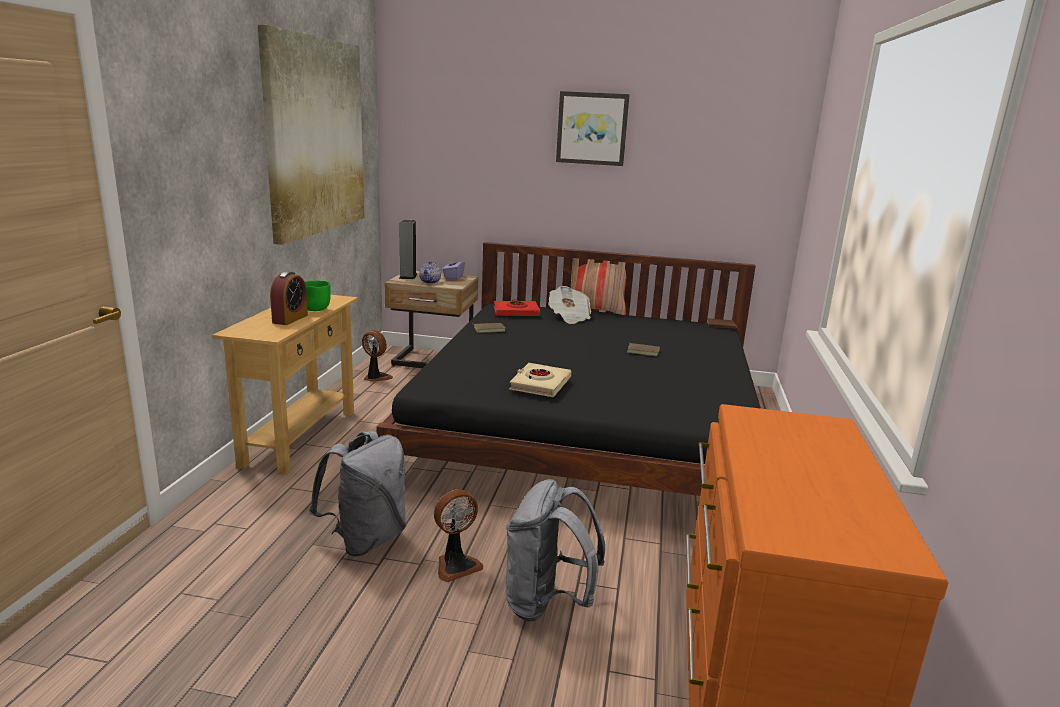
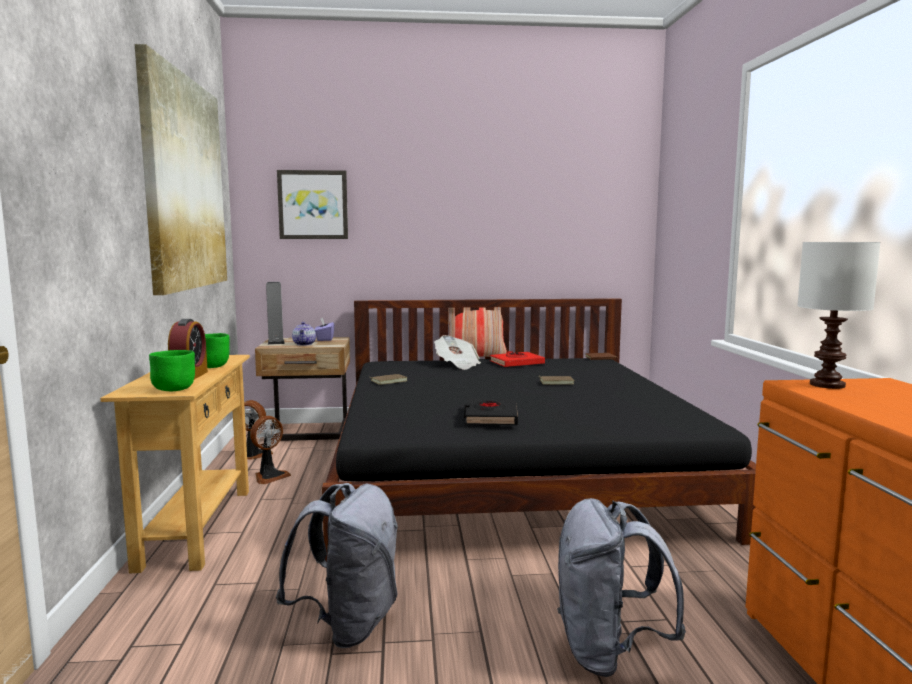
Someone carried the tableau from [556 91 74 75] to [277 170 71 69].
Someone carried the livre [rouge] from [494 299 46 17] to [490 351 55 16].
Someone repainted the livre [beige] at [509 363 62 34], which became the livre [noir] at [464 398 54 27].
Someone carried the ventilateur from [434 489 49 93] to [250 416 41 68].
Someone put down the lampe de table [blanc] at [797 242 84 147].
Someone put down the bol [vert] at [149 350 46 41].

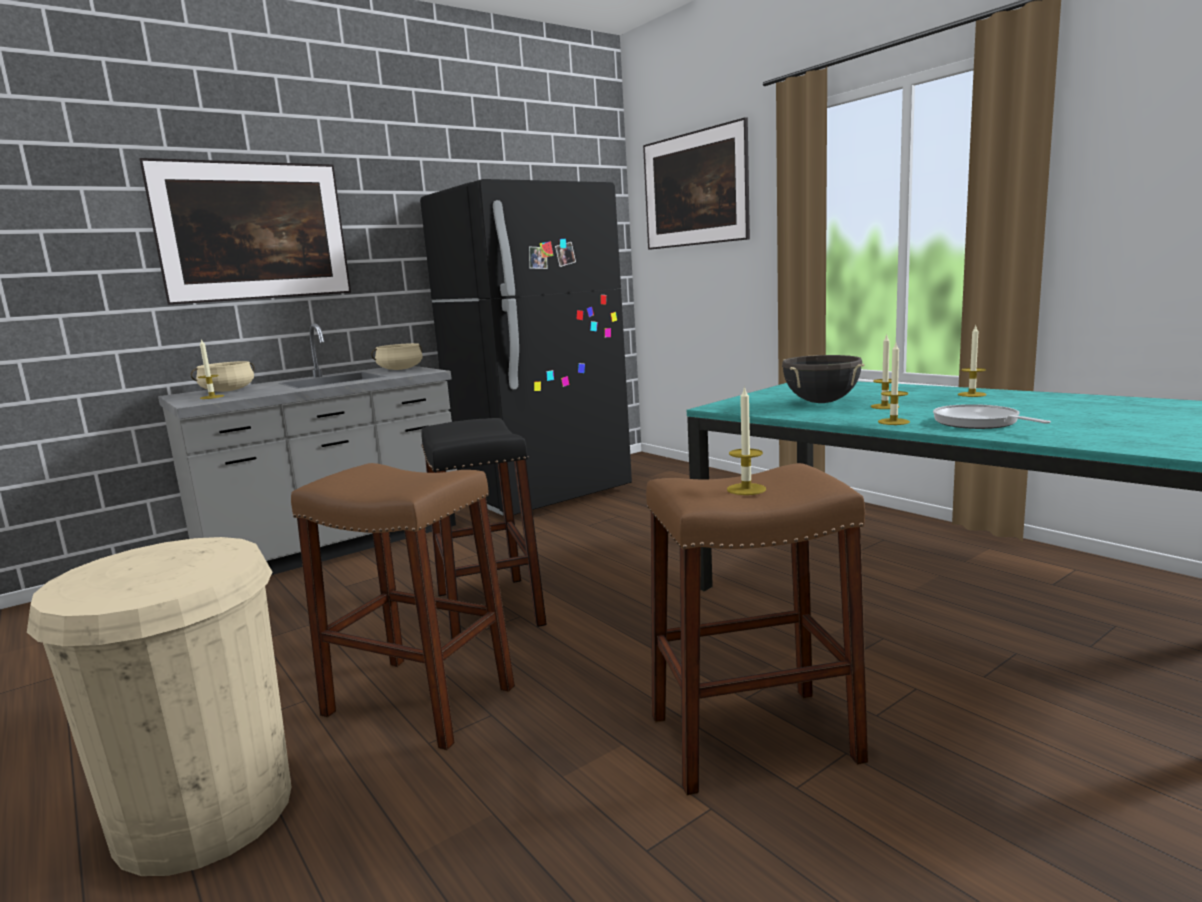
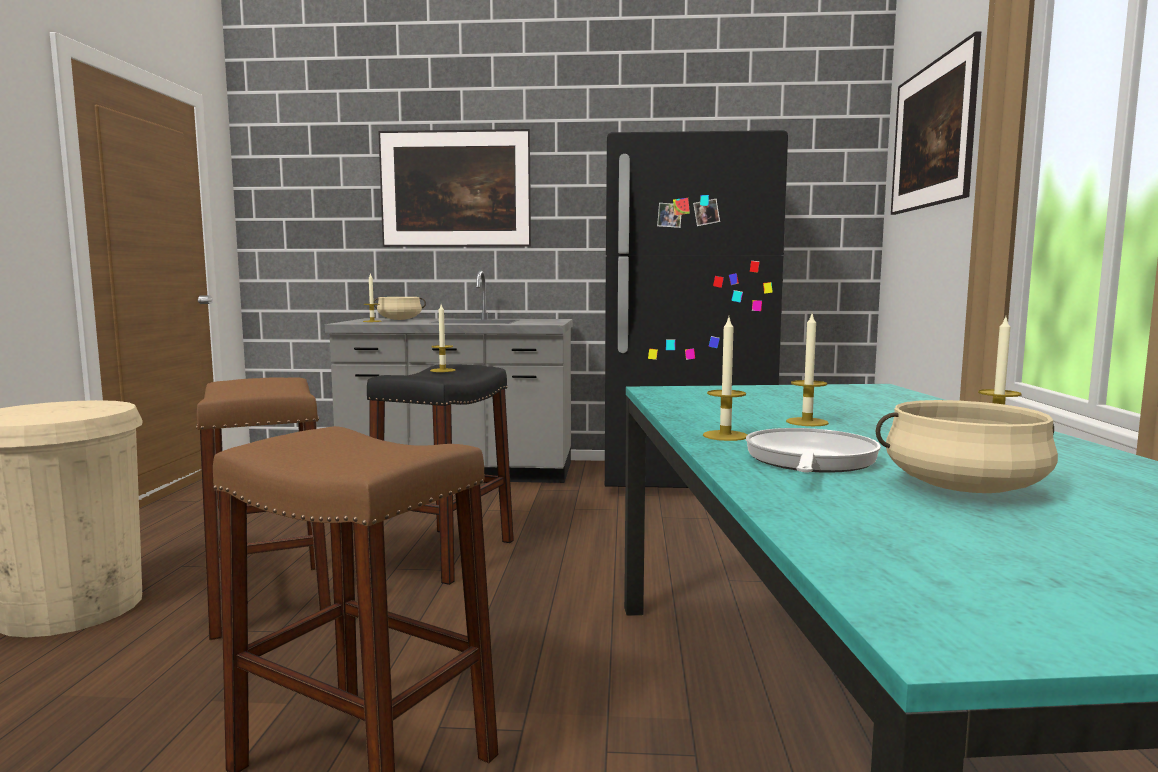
Someone carried the marmite [beige] from [371 343 52 27] to [876 400 182 93].
Someone took away the marmite [noir] at [782 355 82 48].
Someone carried the bougie from [727 386 39 109] to [430 304 25 68].

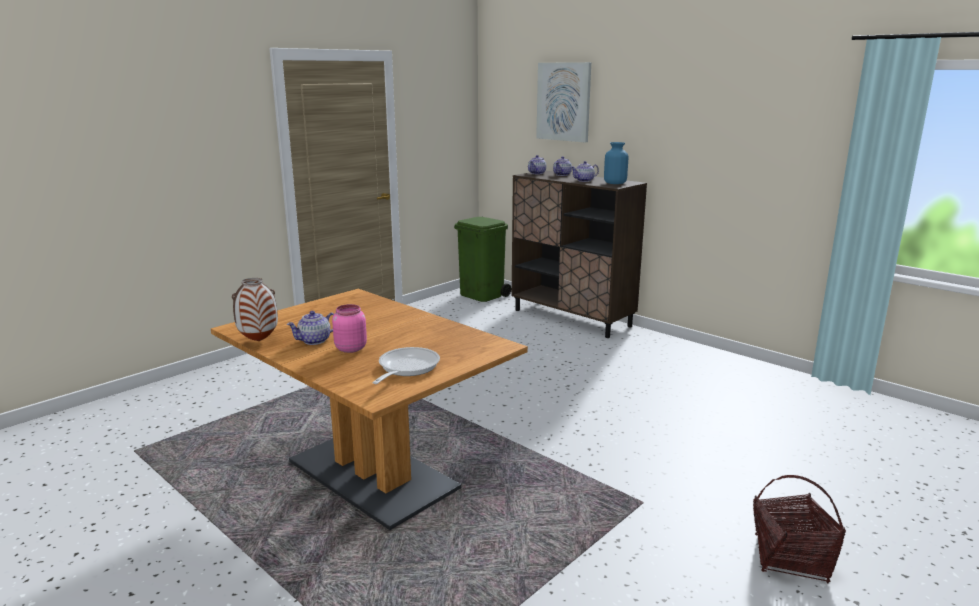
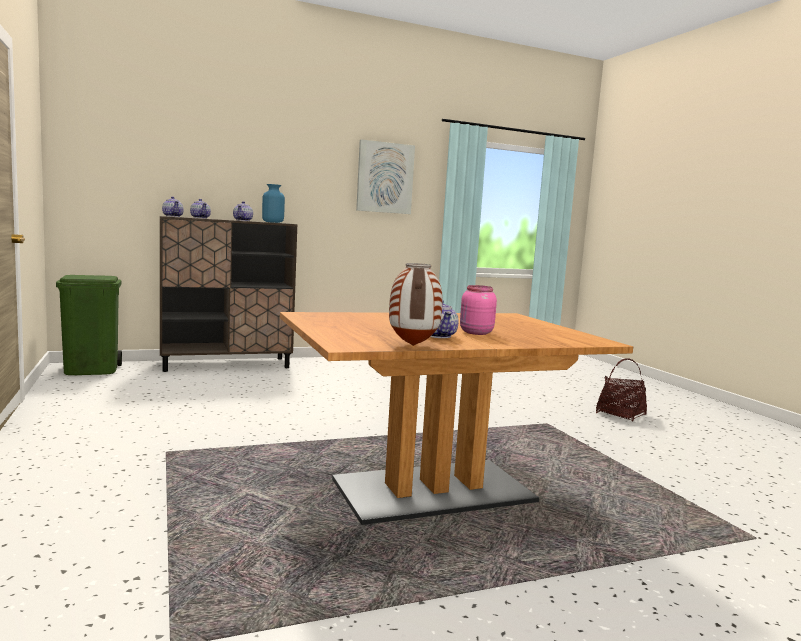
Someone carried the tableau from [536 62 55 80] to [356 139 59 75].
Someone took away the poêle at [372 347 68 37].

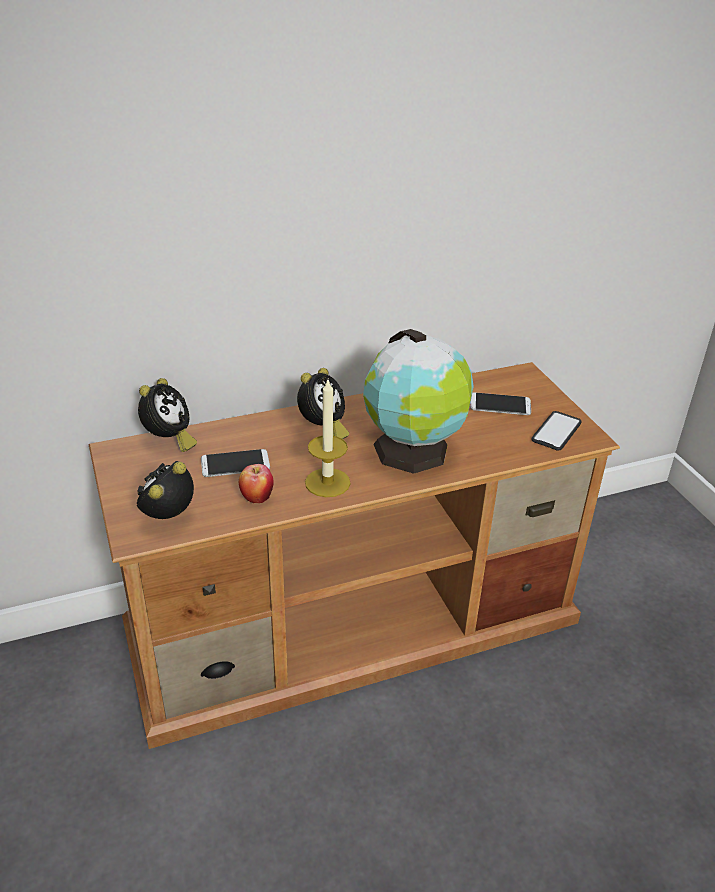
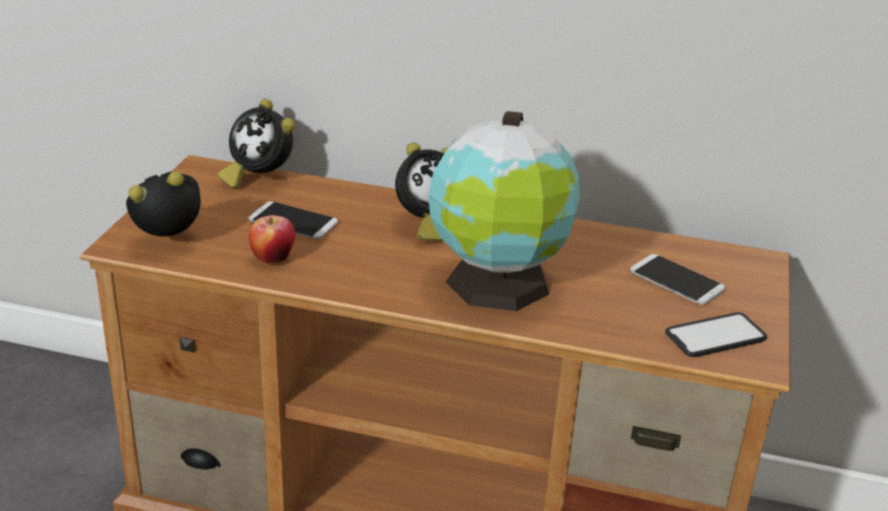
Someone rotated the réveil at [138 378 59 74] by 75 degrees clockwise.
Someone took away the bougie at [305 380 46 117].

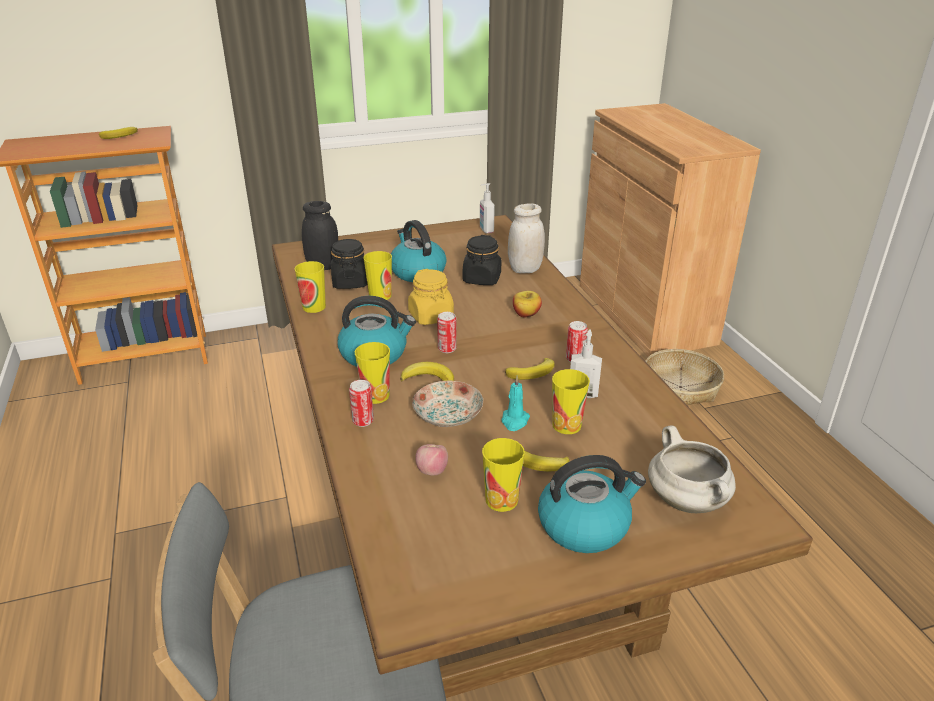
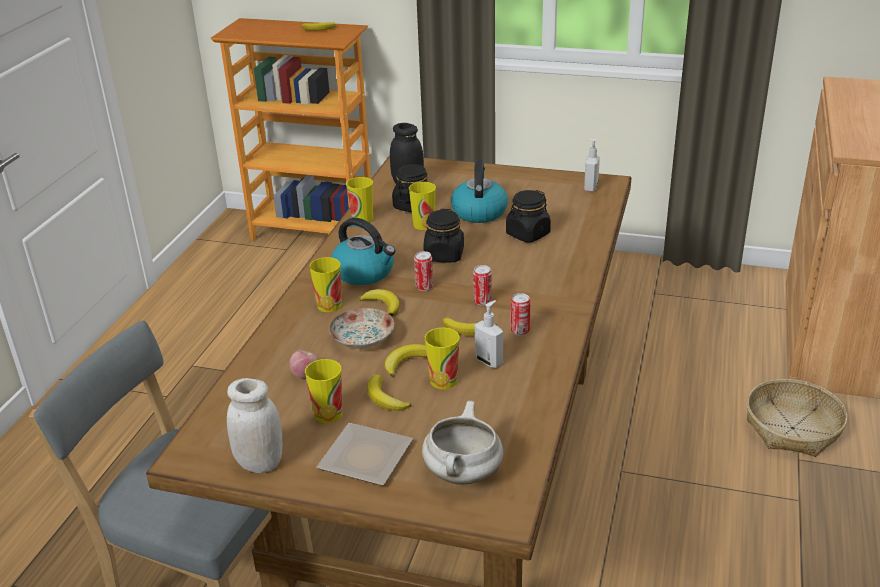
Someone carried the bocal [blanc] from [508 203 37 70] to [227 378 56 95].
Someone repainted the bocal [jaune] at [408 269 46 56], which became the bocal [noir] at [424 209 40 53].
Someone took away the pomme at [513 291 29 26].
Someone swapped the bougie [turquoise] at [502 376 28 55] for the banane at [385 344 42 33].
Someone carried the boîte métallique from [349 380 25 47] to [473 265 19 41].
Someone swapped the bouilloire at [538 455 108 98] for the assiette at [316 423 97 63].

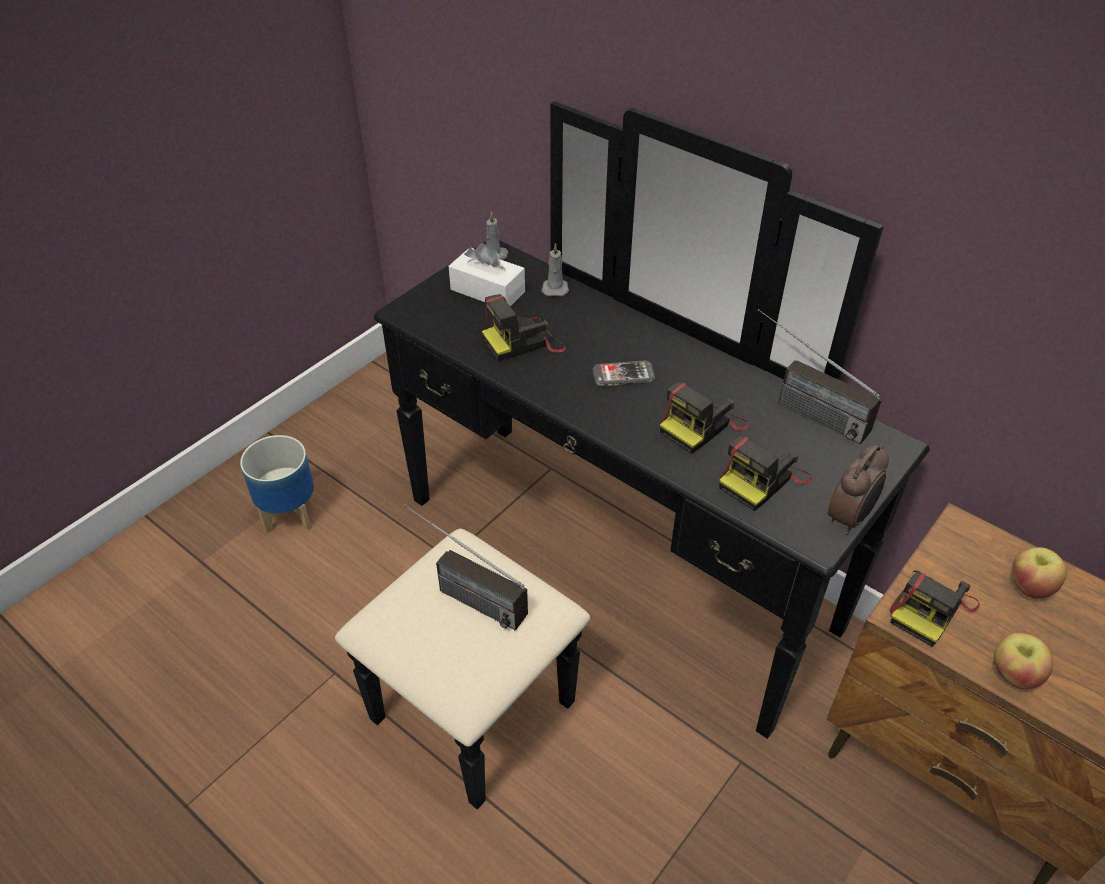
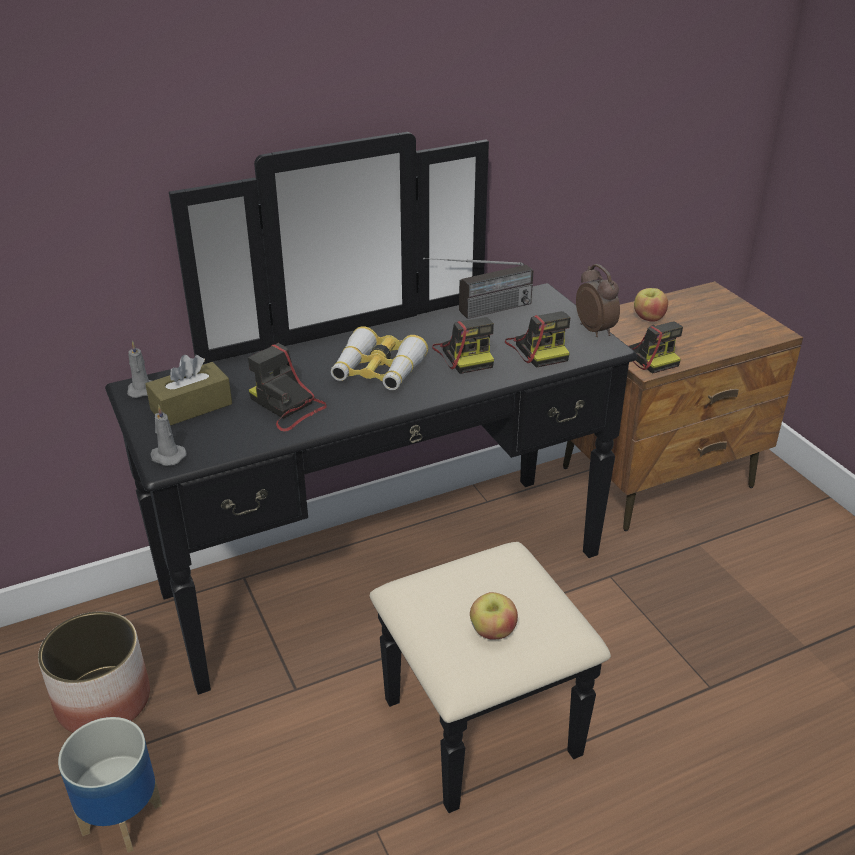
Someone repainted the boîte à mouchoirs [blanc] at [449 243 76 63], which became the boîte à mouchoirs [marron] at [145 355 87 71].
Someone carried the bougie [gris] from [541 243 28 53] to [151 405 36 61].
Someone rotated the appareil photo at [482 294 84 67] by 135 degrees clockwise.
Someone swapped the téléphone at [592 360 63 27] for the jumelles at [331 326 97 64].
Someone took away the radio at [403 504 125 127].
Someone carried the pomme from [994 633 59 56] to [470 592 48 48].
Someone put down the cache-pot at [38 611 112 122].

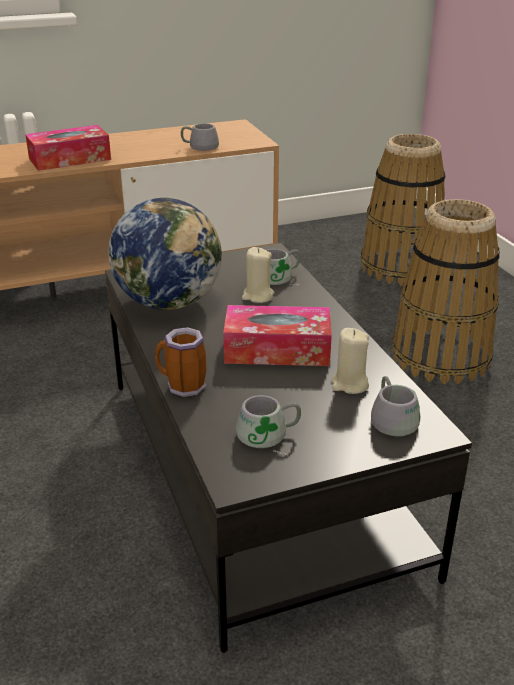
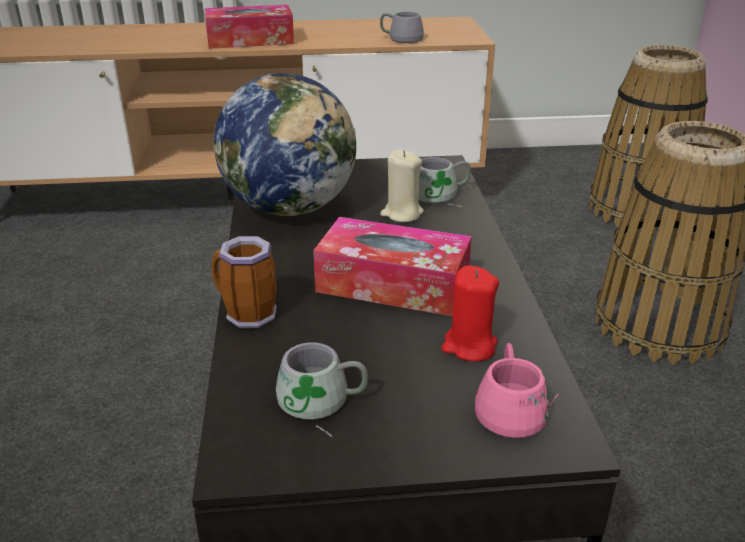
Someone repainted the bougie [beige] at [331 328 38 66], which became the bougie [rouge] at [441 265 58 96].
Someone repainted the mug [gris] at [371 376 49 60], which became the mug [rose] at [475 343 84 95].

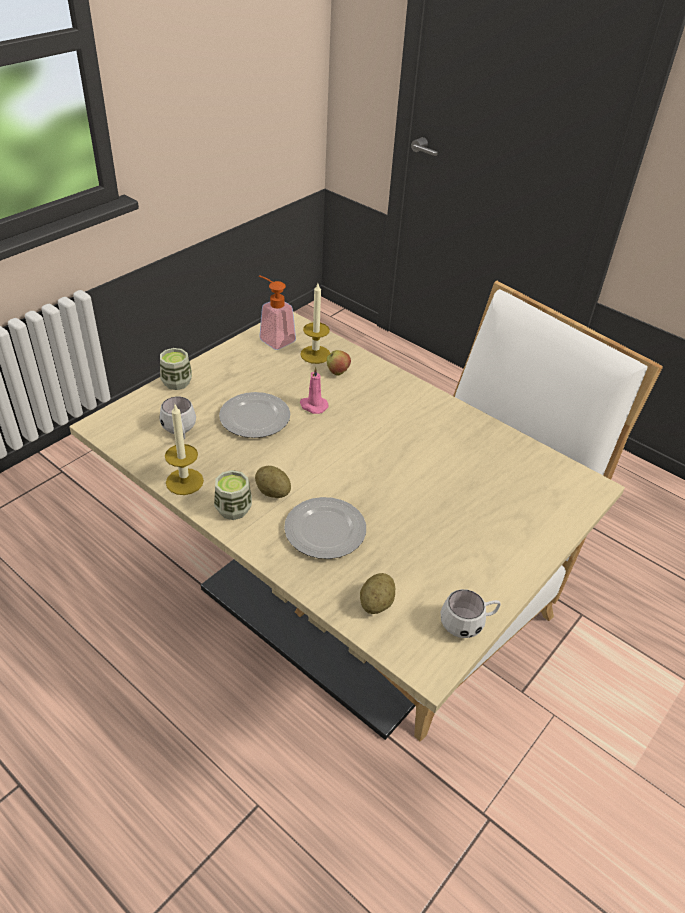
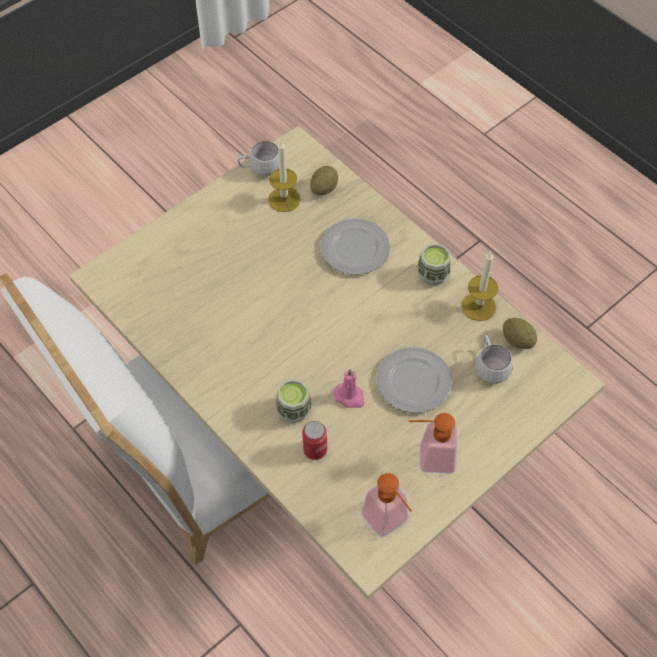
Someone carried the bougie from [300 283 31 81] to [268 141 32 71].
Someone carried the tasse from [160 348 32 42] to [276 379 35 44].
Someone swapped the pomme at [327 350 24 26] for the boîte métallique at [302 421 25 39].
Someone carried the pomme de terre from [255 466 36 32] to [503 318 34 31].
Someone put down the distributeur de savon at [409 413 48 61].

